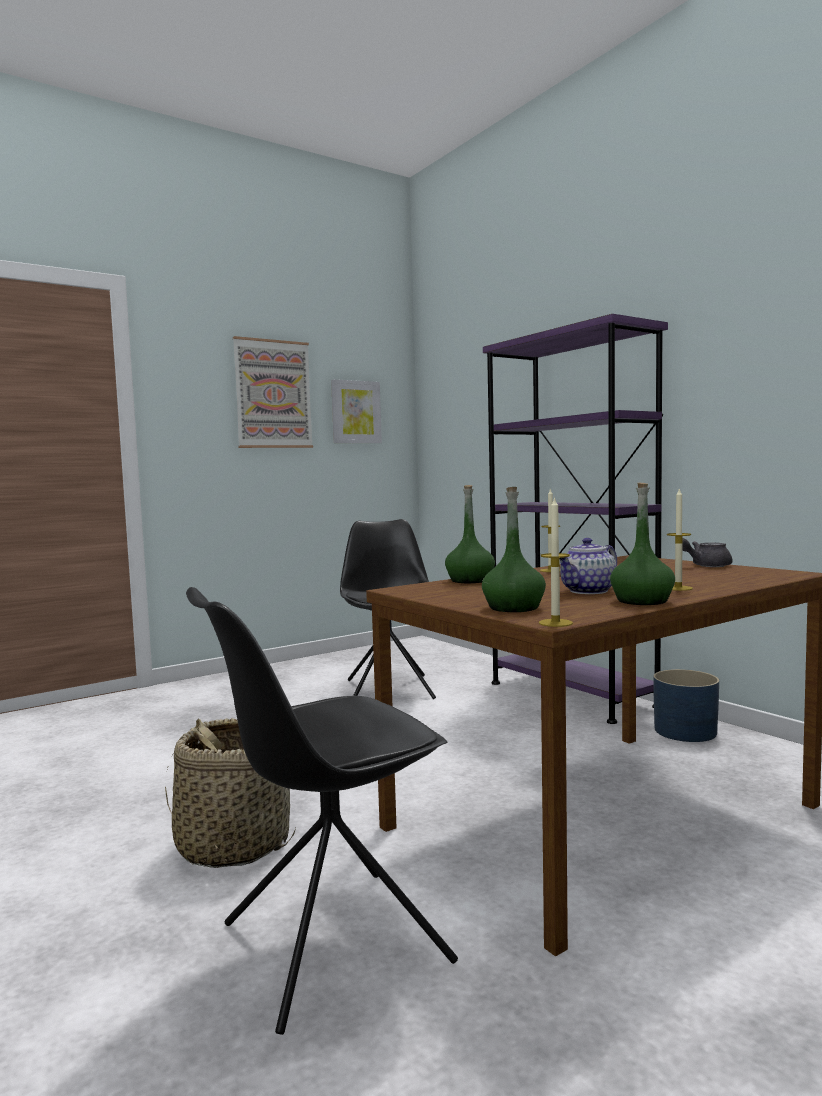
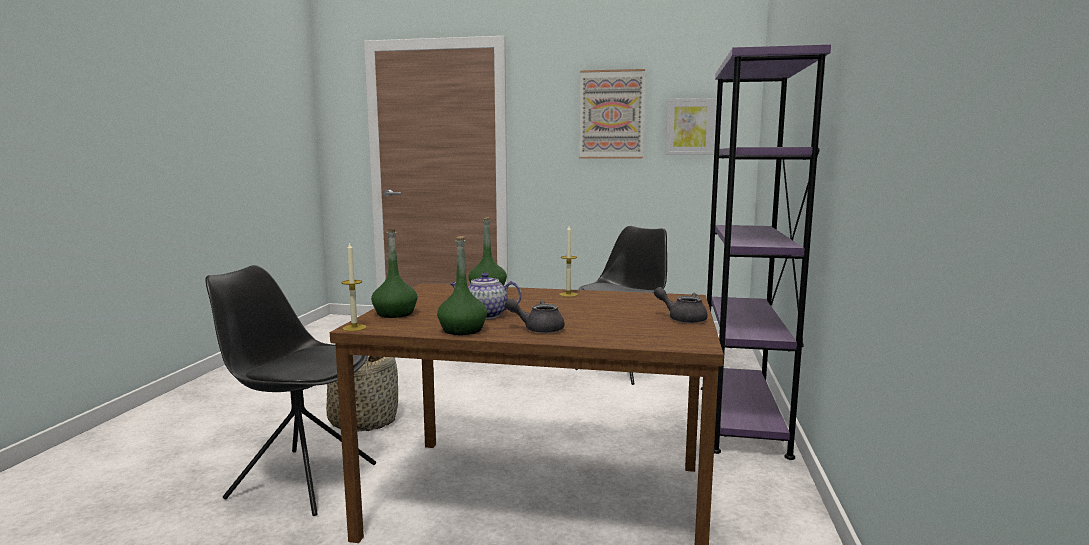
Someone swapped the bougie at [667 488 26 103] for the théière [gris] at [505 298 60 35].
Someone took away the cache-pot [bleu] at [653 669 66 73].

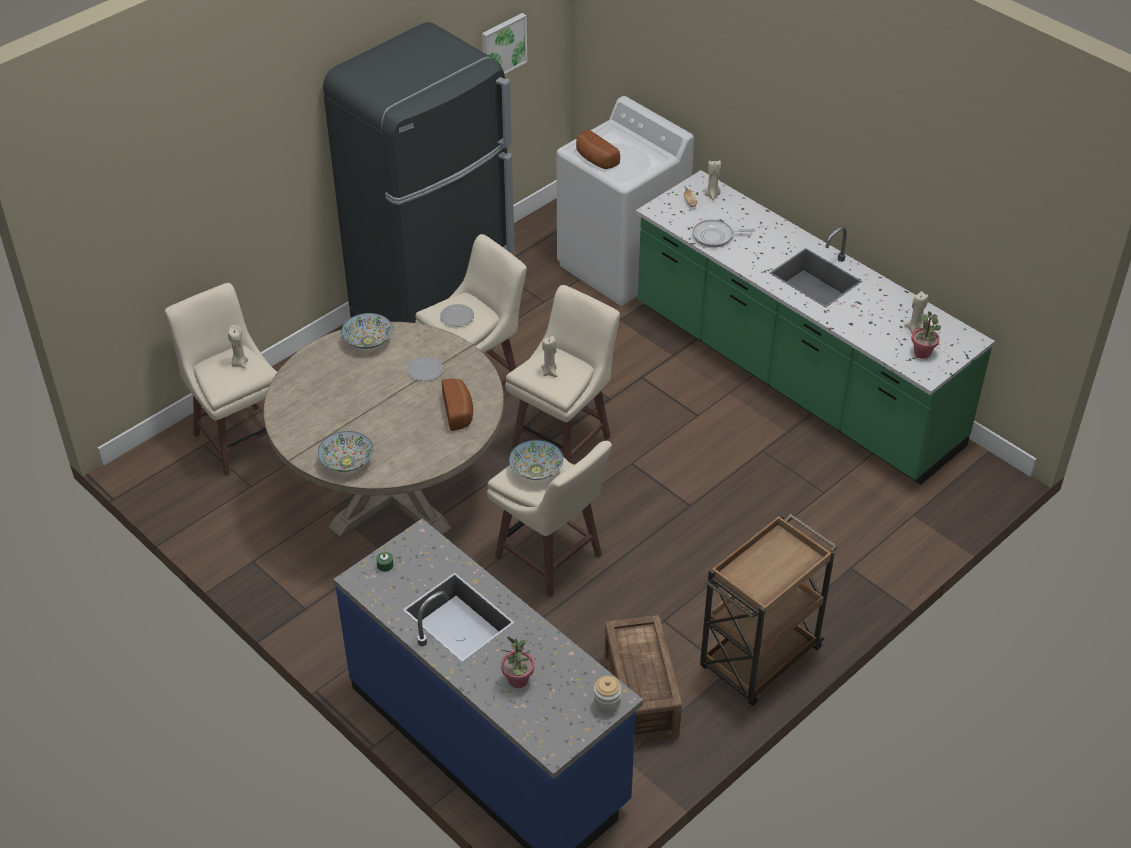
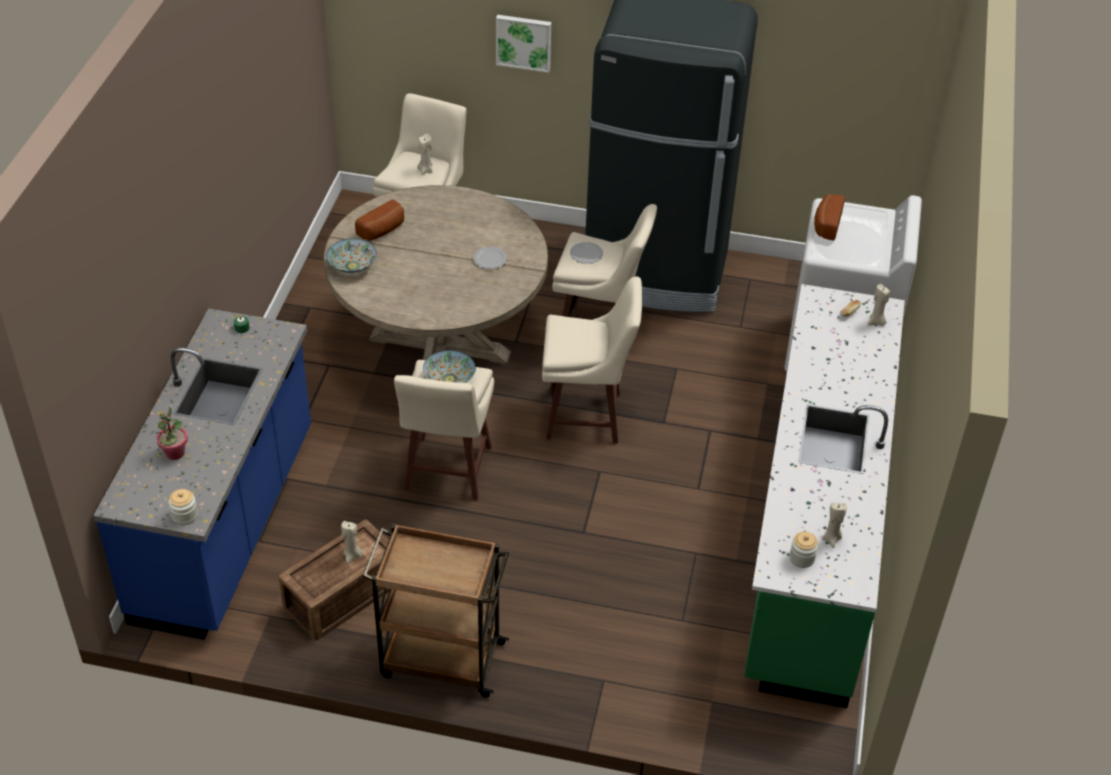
Someone carried the tableau from [482 13 45 61] to [496 15 55 58].
Someone took away the poêle at [693 220 62 28].
Someone swapped the plante en pot at [911 311 30 48] for the bocal at [789 532 29 36].
Someone took away the bol at [341 313 52 36].
Someone carried the bougie [beige] from [541 336 16 41] to [341 521 22 43].
Someone carried the pain from [442 378 31 53] to [355 200 49 41].

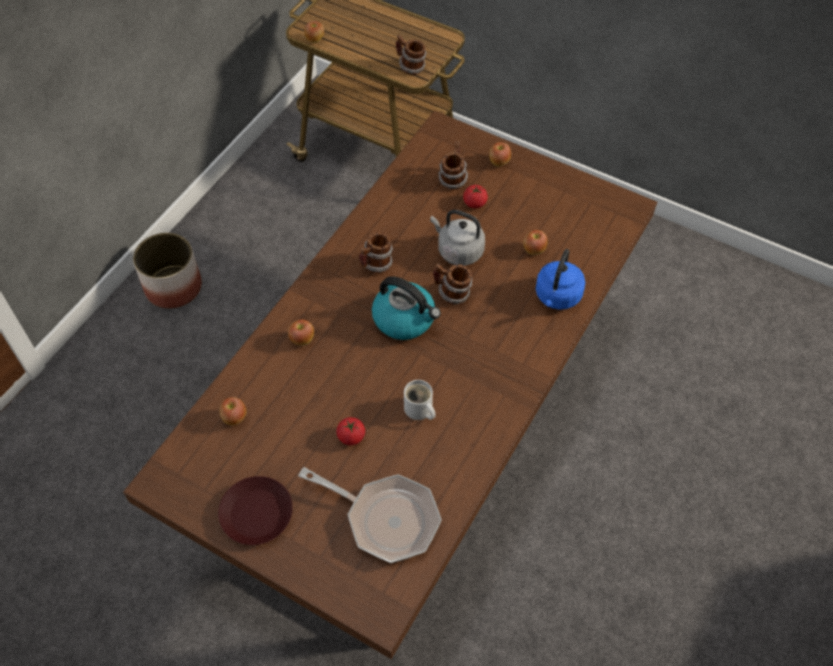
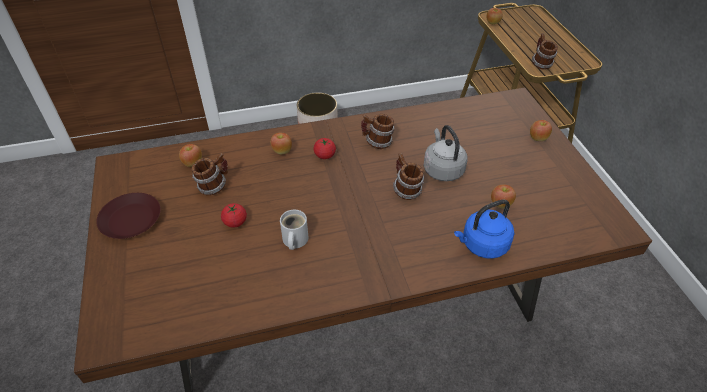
Someone carried the mug from [438 141 30 49] to [191 153 37 43].
Someone carried the tomate from [463 185 25 23] to [314 138 22 21].
Someone took away the bouilloire at [372 276 69 64].
Someone took away the poêle at [298 467 144 96].

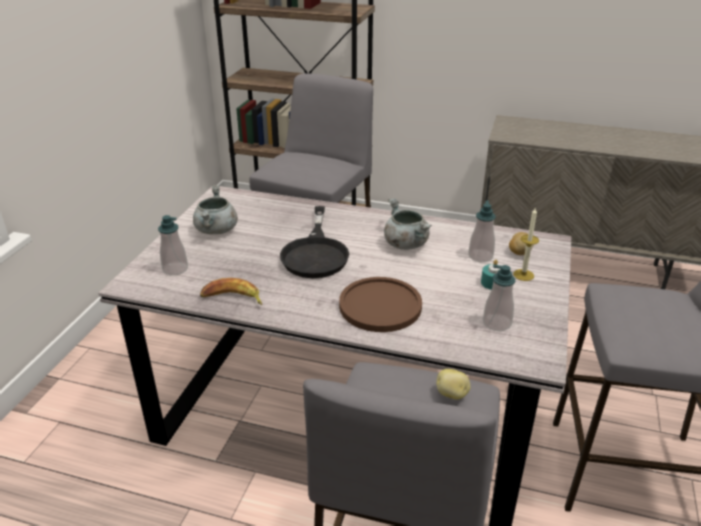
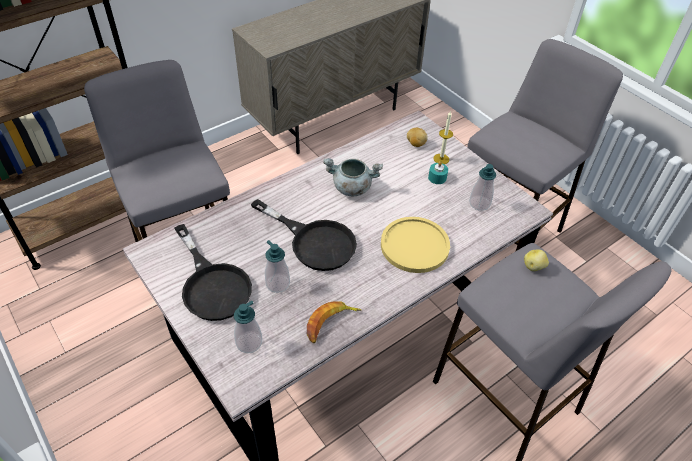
Someone swapped the marmite [gris] at [193 185 45 49] for the poêle [noir] at [174 224 78 97].
Someone carried the distributeur de savon from [468 200 28 62] to [265 240 25 53].
Someone repainted the assiette [marron] at [339 277 83 55], which became the assiette [jaune] at [381 217 69 56].

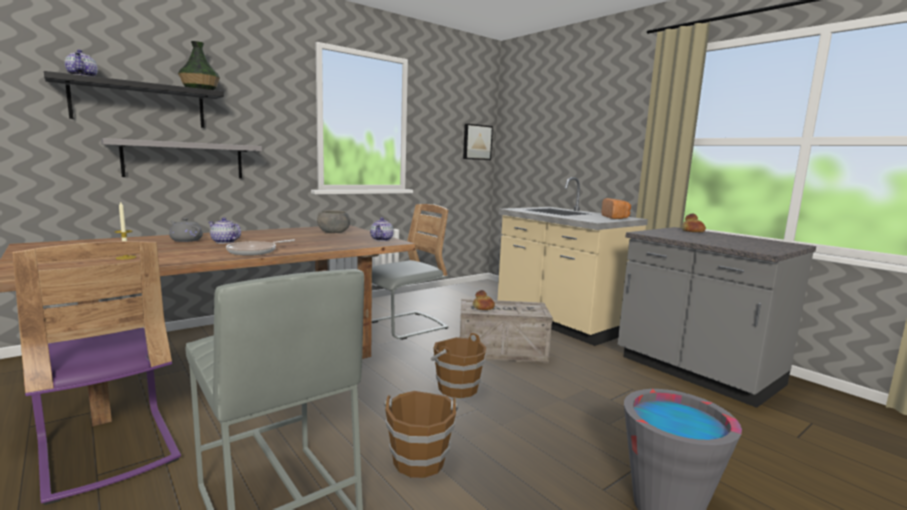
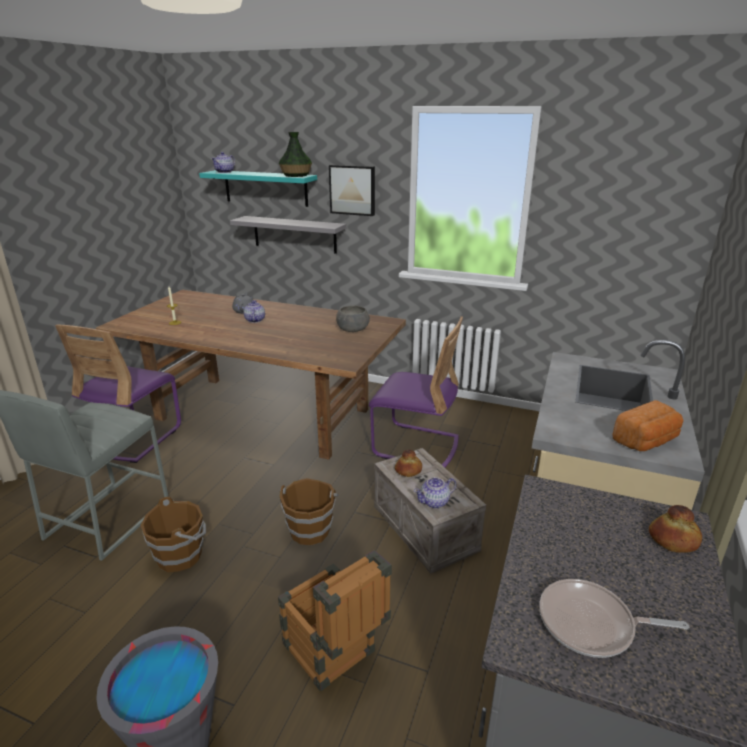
Someone repainted the étagère [noir] at [44 71 180 57], which became the étagère [turquoise] at [199 170 118 37].
Someone carried the tableau from [463 124 30 36] to [329 165 46 51].
Someone repainted the chaise [gris] at [372 204 77 136], which became the chaise [violet] at [369 316 94 152].
Someone carried the théière from [370 217 24 24] to [414 477 42 31].
Someone carried the poêle from [226 240 69 16] to [539 579 150 79].
Someone put down the caisse at [278 550 114 142].

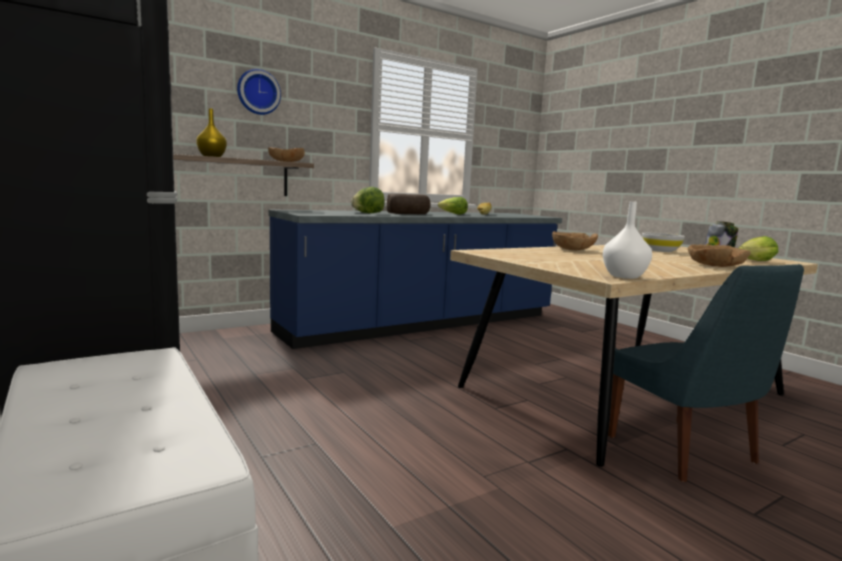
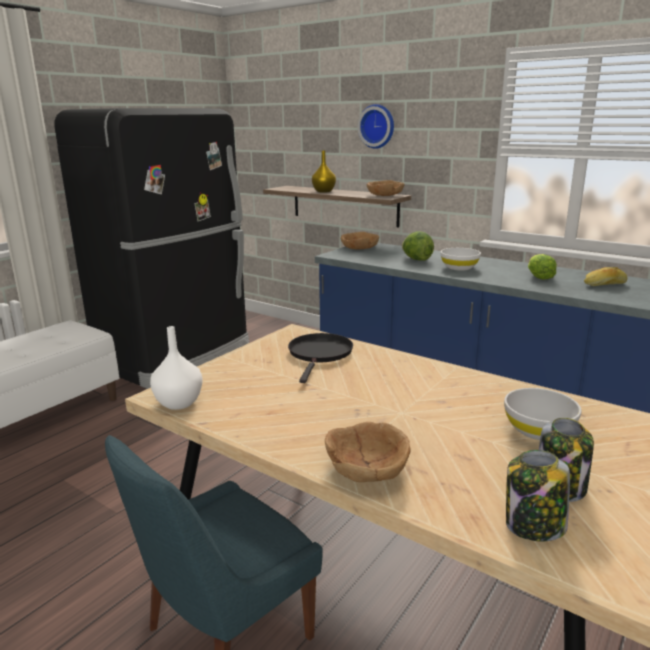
Someone swapped the pain at [387 194 43 20] for the bol [blanc] at [440 248 41 23].
Someone carried the bol [marron] from [552 231 46 20] to [341 232 38 17].
Someone swapped the laitue at [739 236 39 25] for the bocal at [506 450 64 91].
Someone put down the poêle [noir] at [288 333 65 50].

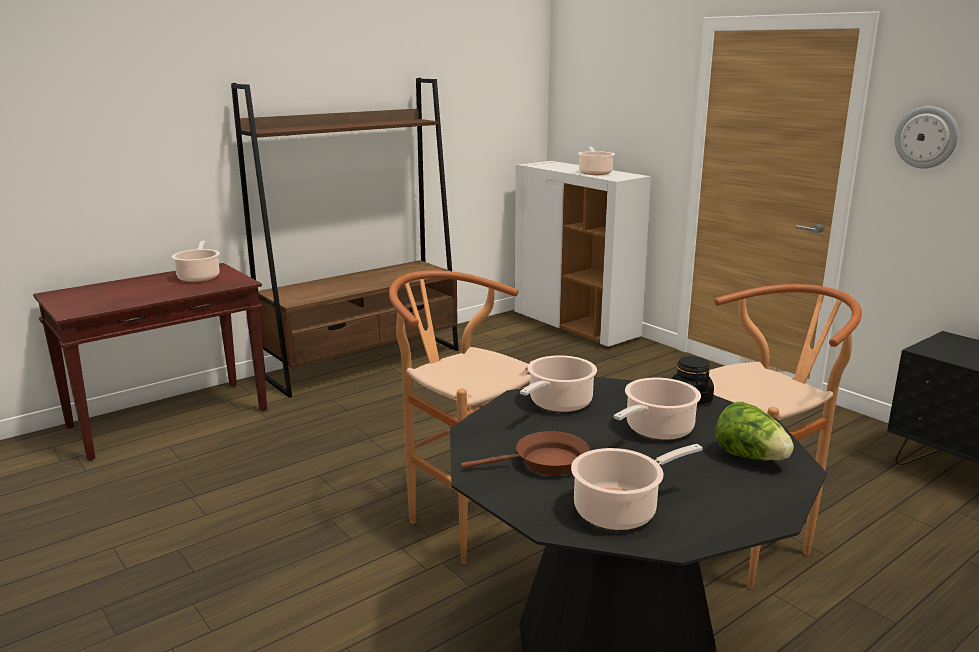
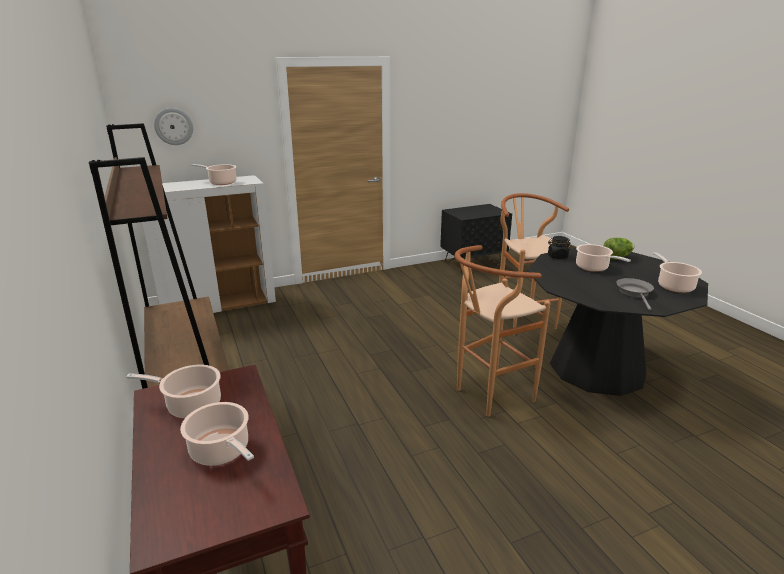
Someone carried the horloge murale from [895 106 63 63] to [154 108 39 37].
Someone carried the marmite from [520 355 77 57] to [180 402 74 64].
Someone repainted the poêle [marron] at [461 431 129 44], which became the poêle [gris] at [616 278 38 33].

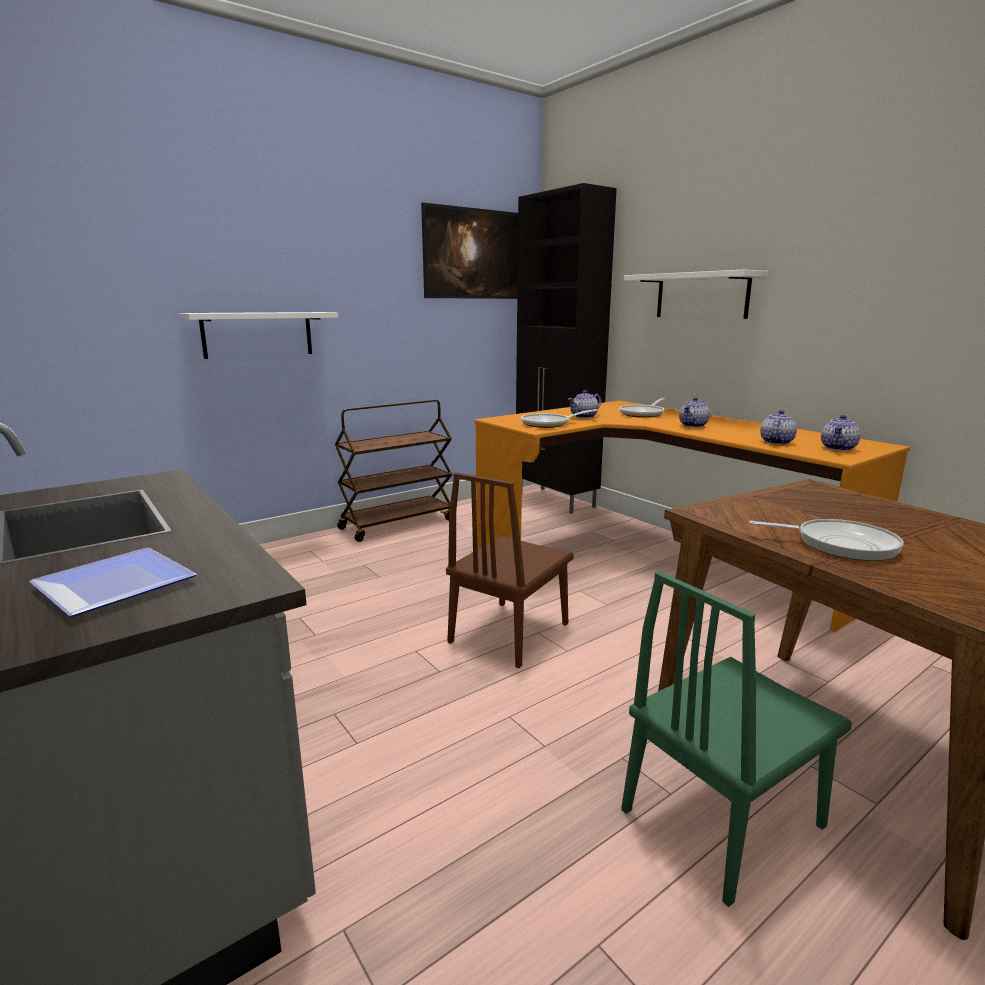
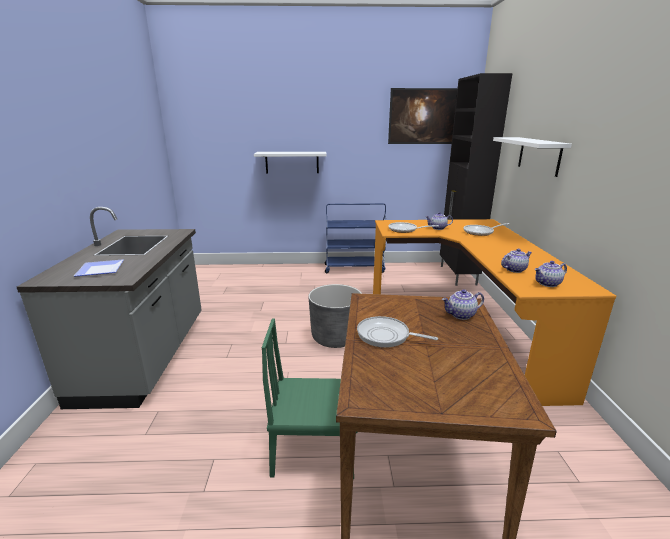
Someone carried the théière from [679 397 31 31] to [442 289 42 31].
Someone repainted the chariot [marron] at [335 400 118 142], which became the chariot [bleu] at [325 203 61 70].
Someone swapped the chaise [marron] at [446 472 128 196] for the cache-pot [gris] at [308 284 54 64].
Someone rotated the poêle at [749 519 155 42] by 150 degrees clockwise.

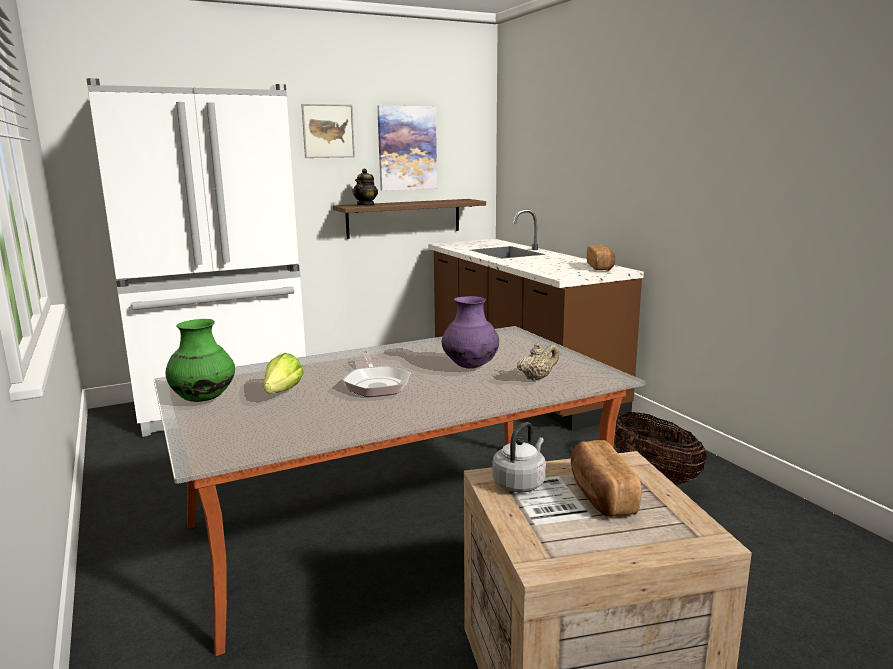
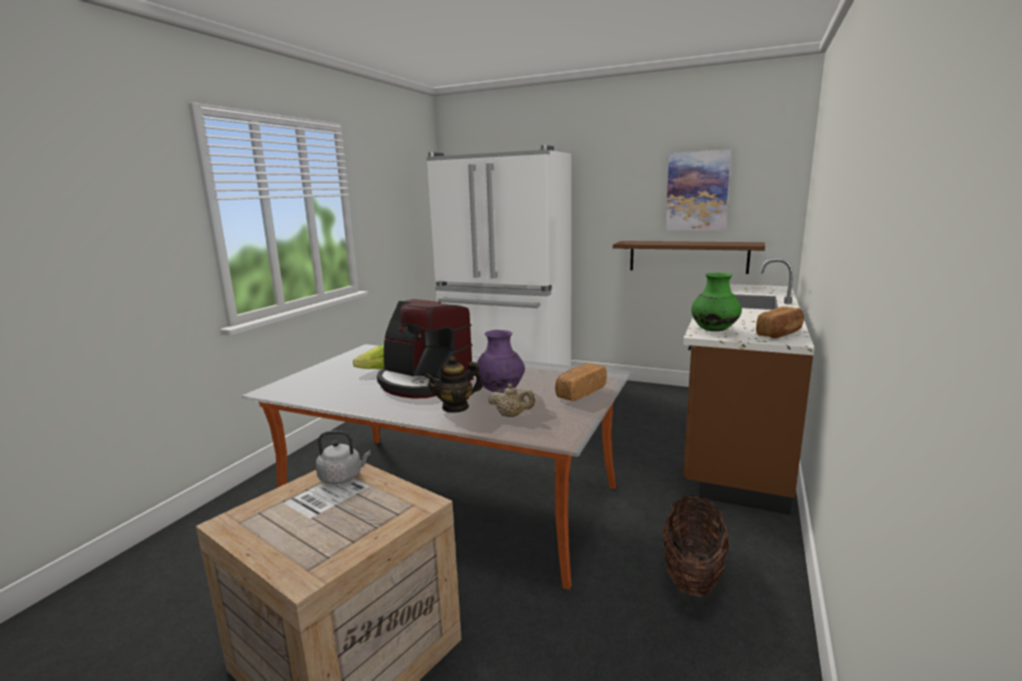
Someone took away the tableau at [301 104 54 54].
Someone carried the théière from [352 168 26 38] to [424 356 59 57].
Someone carried the vase [vert] from [165 319 70 83] to [691 273 51 58].
Someone swapped the poêle at [342 350 69 47] for the machine à café at [377 299 97 100].
Someone carried the pain from [571 440 70 77] to [555 363 52 38].

